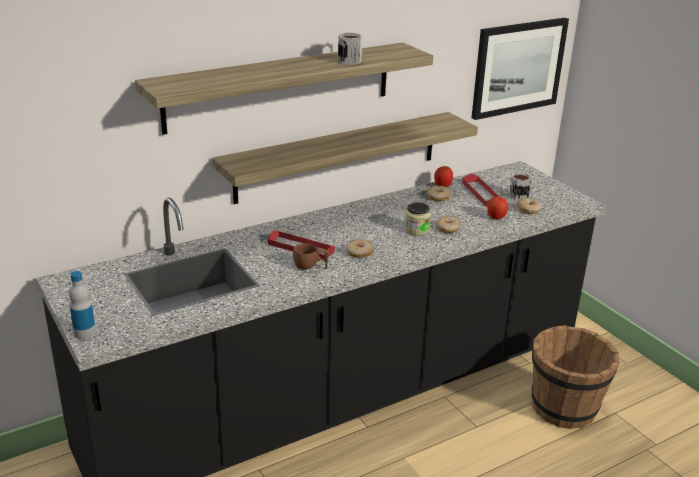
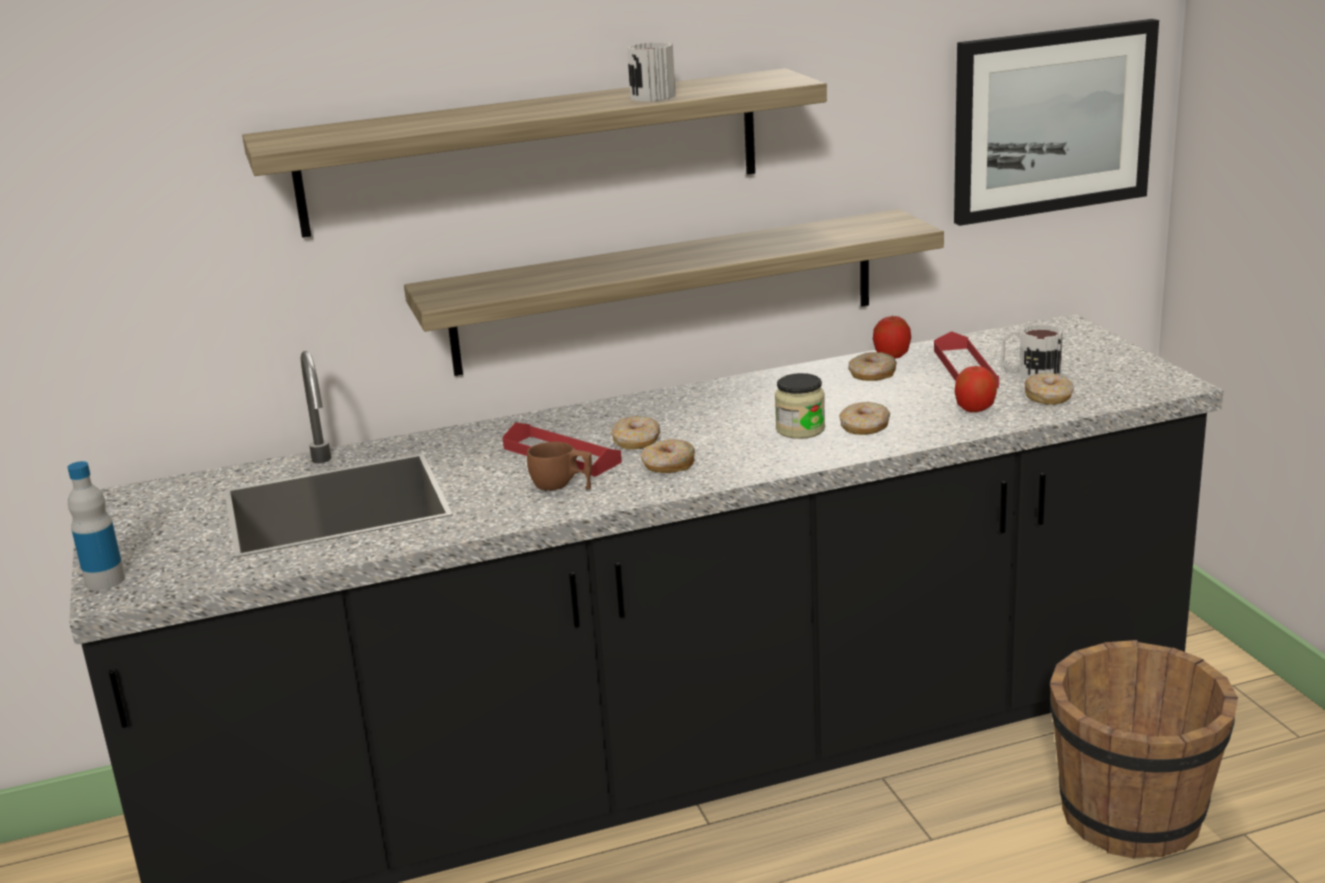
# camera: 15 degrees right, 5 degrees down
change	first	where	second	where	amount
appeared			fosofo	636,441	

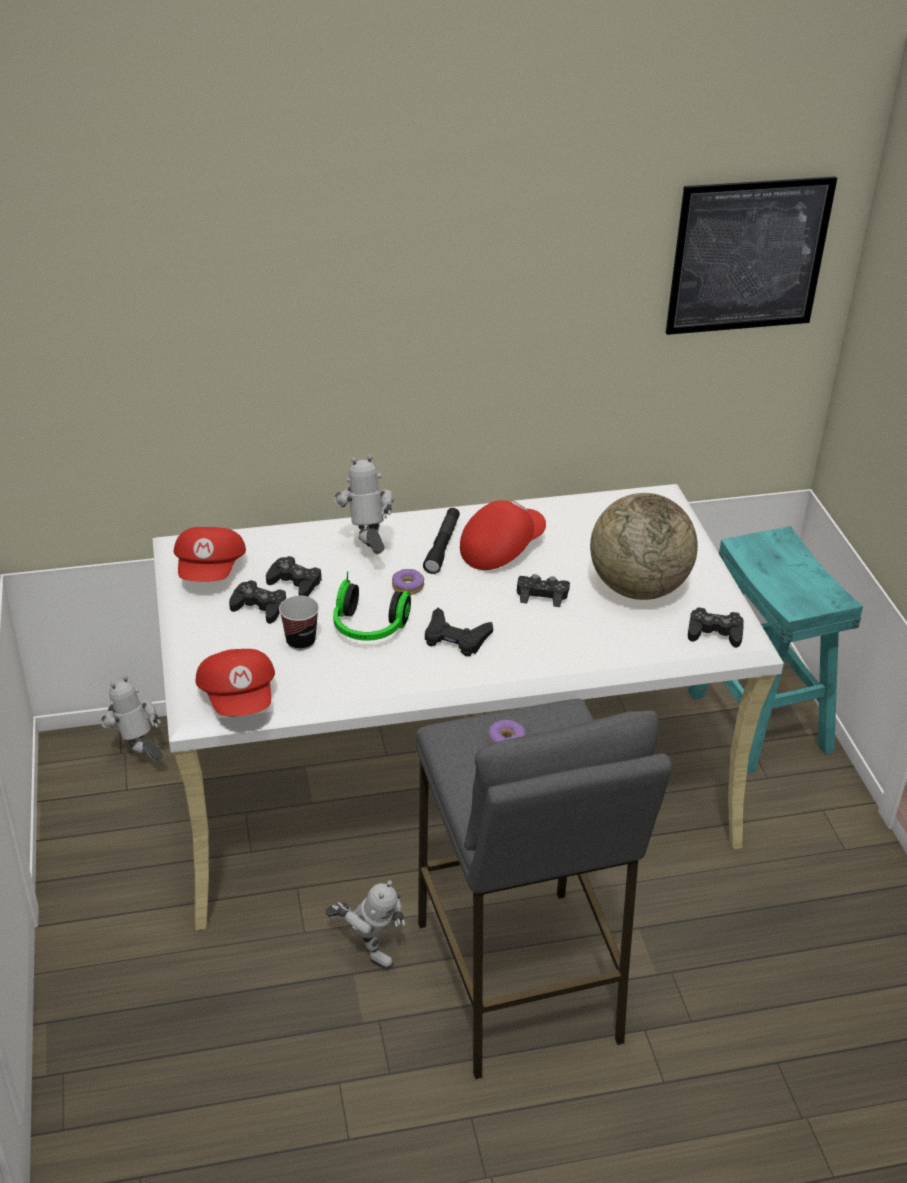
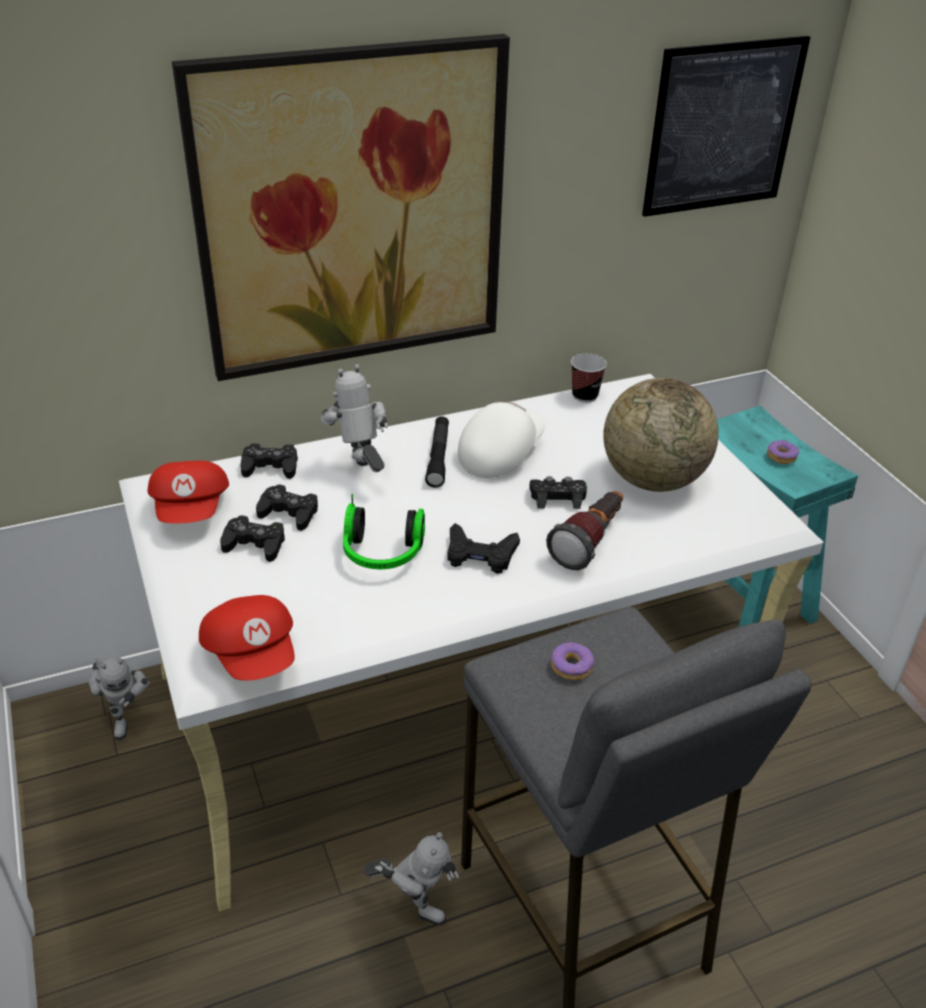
# camera: 10 degrees left, 0 degrees up
change	first	where	second	where	amount
spun	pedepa	139,757		126,717	150 degrees counterclockwise
appeared			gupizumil	352,211	
relocated	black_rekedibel	714,633		270,467	
colour	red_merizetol	501,549	white_merizetol	500,454	
appeared			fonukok	590,542	
relocated	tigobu	300,641		585,396	
relocated	fosofo	408,586		781,456	

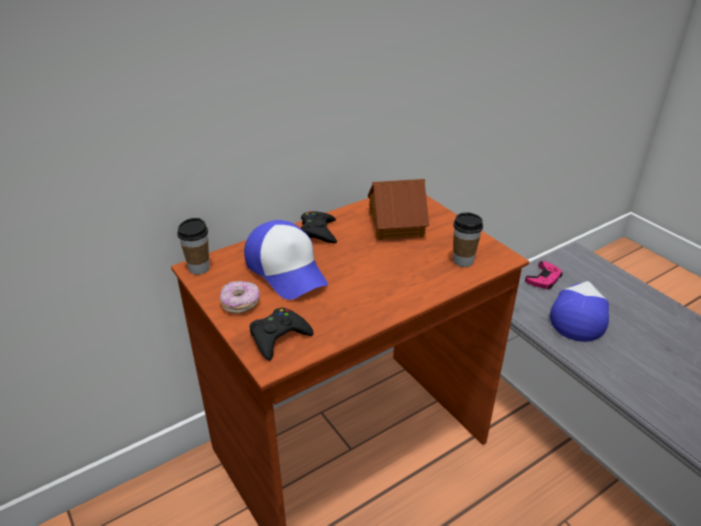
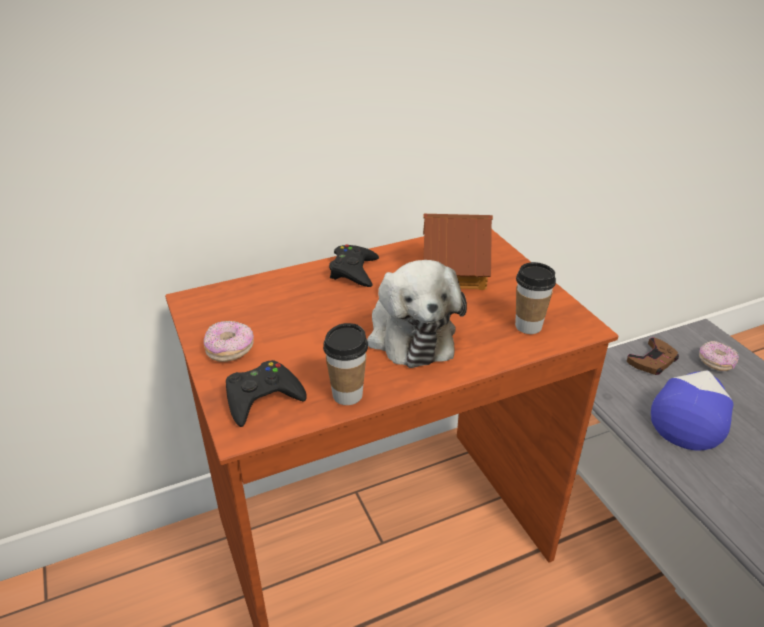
# camera: 10 degrees right, 0 degrees up
change	first	where	second	where	amount
relocated	tigobu	199,268		347,395	
appeared			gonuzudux	409,333	
colour	pink_rekedibel	544,278	brown_rekedibel	652,360	
appeared			fosofo	715,362	
missing	merizetol	287,270			

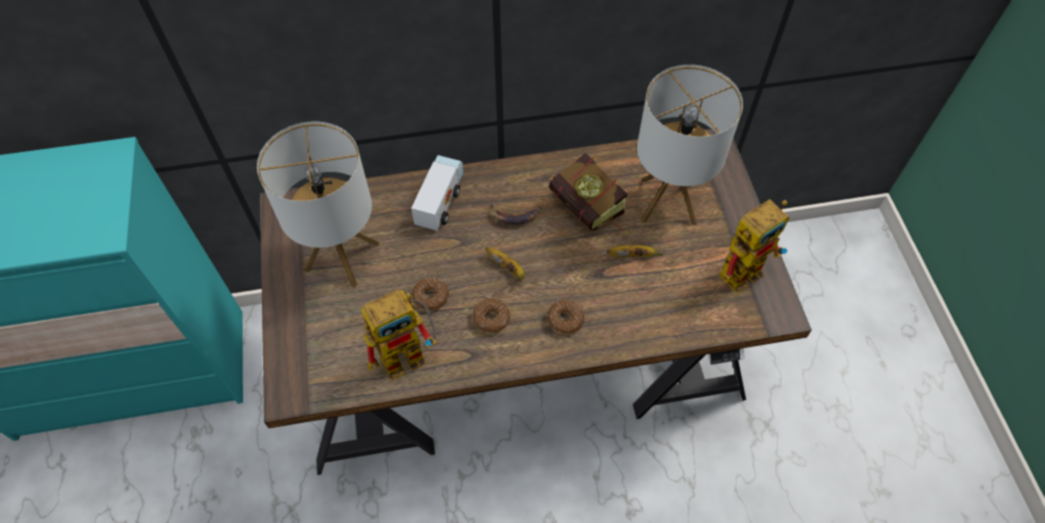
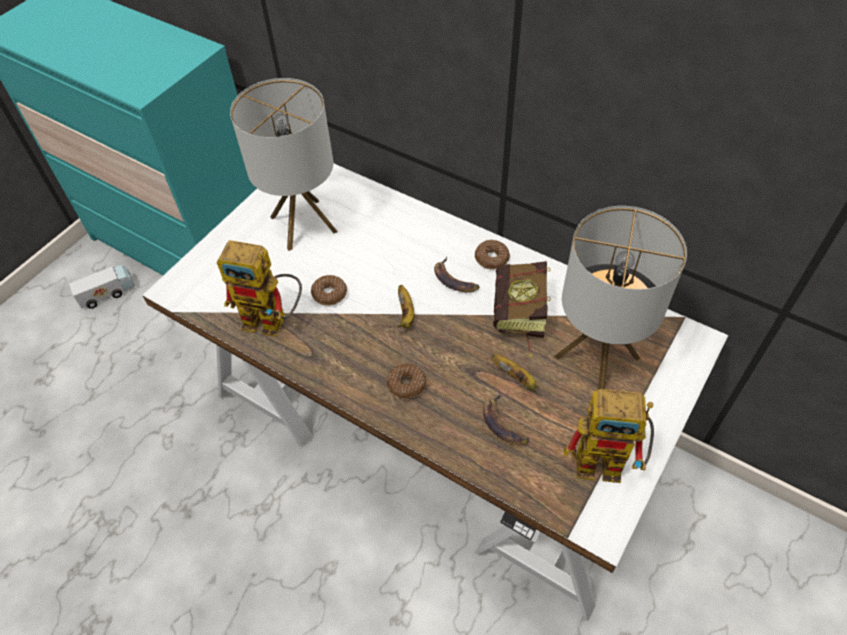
# camera: 45 degrees right, 5 degrees down
change	first	where	second	where	amount
relocated	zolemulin	440,200		107,293	
colour	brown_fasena	522,358	white_fasena	431,431	
relocated	fosofo	491,319		491,258	
appeared			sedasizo	504,424	

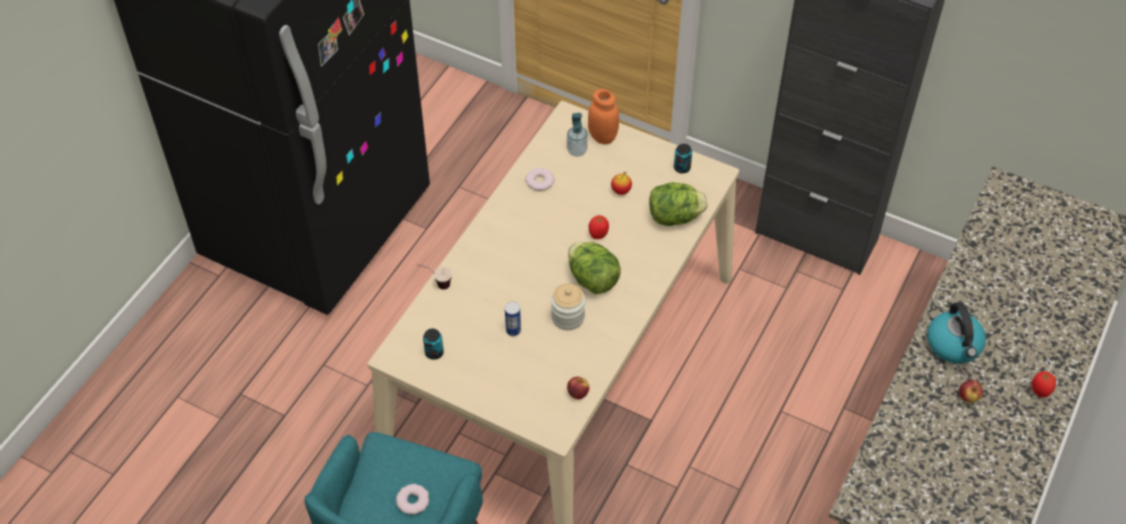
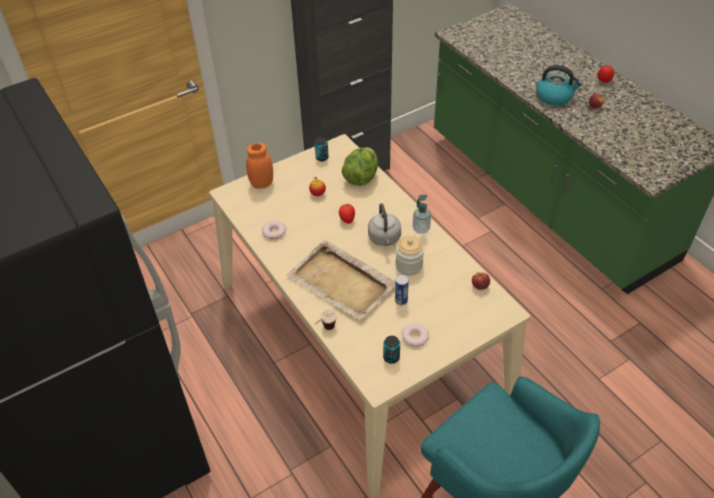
# camera: 60 degrees left, 5 degrees down
change	first	where	second	where	amount
appeared			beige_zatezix	342,282	
exchanged	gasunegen	592,279	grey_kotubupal	384,239	
relocated	fosofo	413,501		414,337	
relocated	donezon	577,151		421,229	

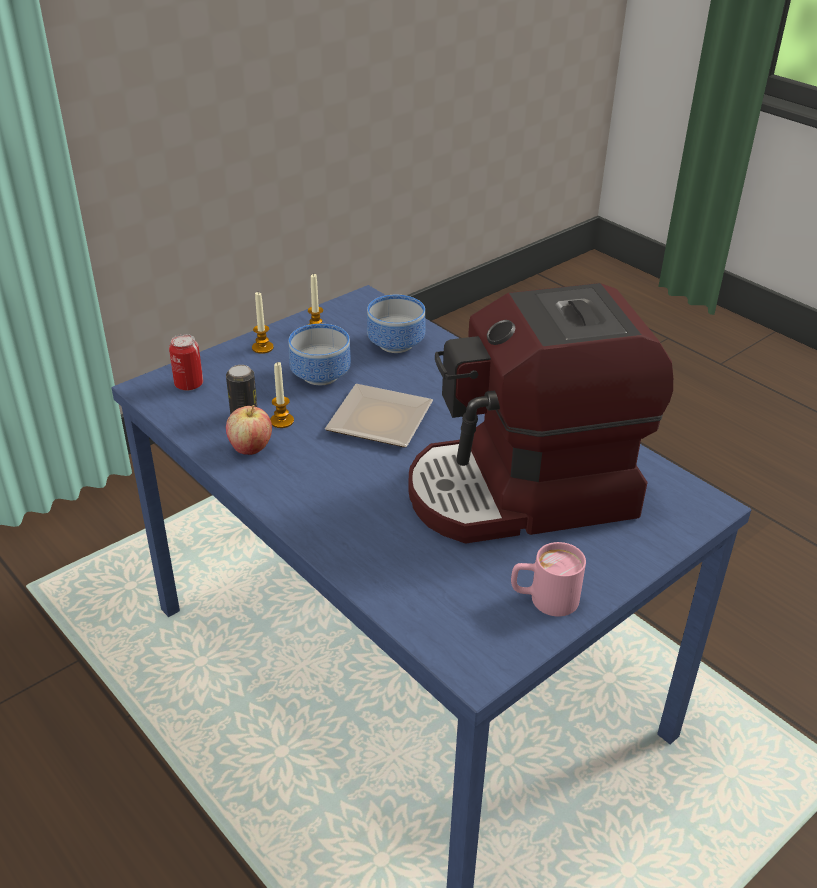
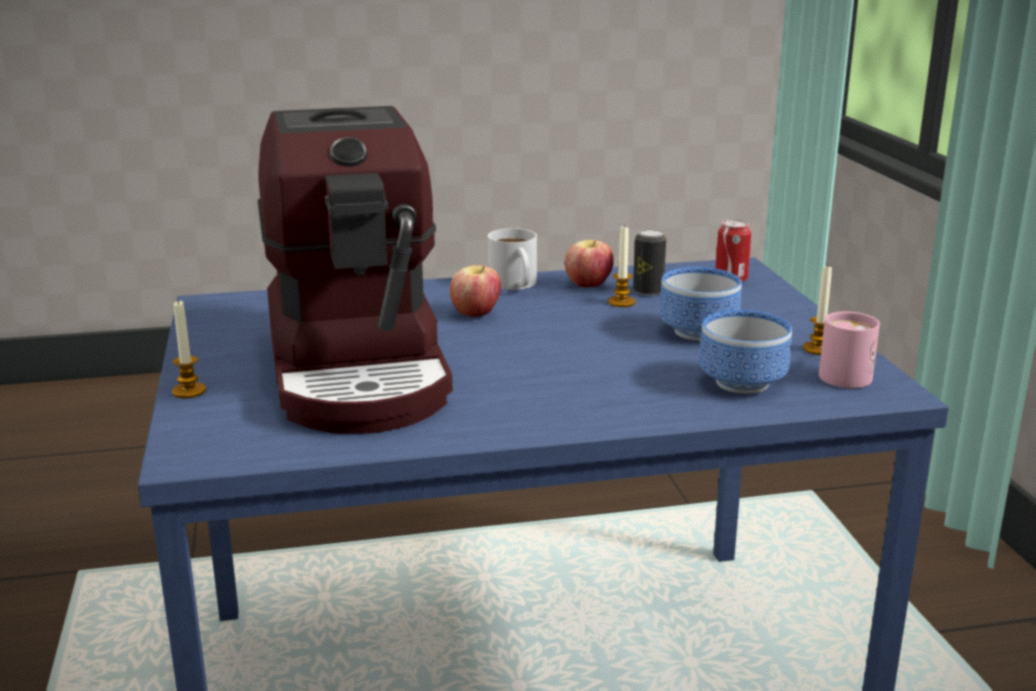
# camera: 120 degrees right, 15 degrees down
change	first	where	second	where	amount
relocated	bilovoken	262,348		189,391	
spun	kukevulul	524,493		360,371	150 degrees clockwise
appeared			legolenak	475,314	
appeared			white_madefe	515,285	
relocated	pink_madefe	543,599		848,373	
missing	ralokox	381,422			

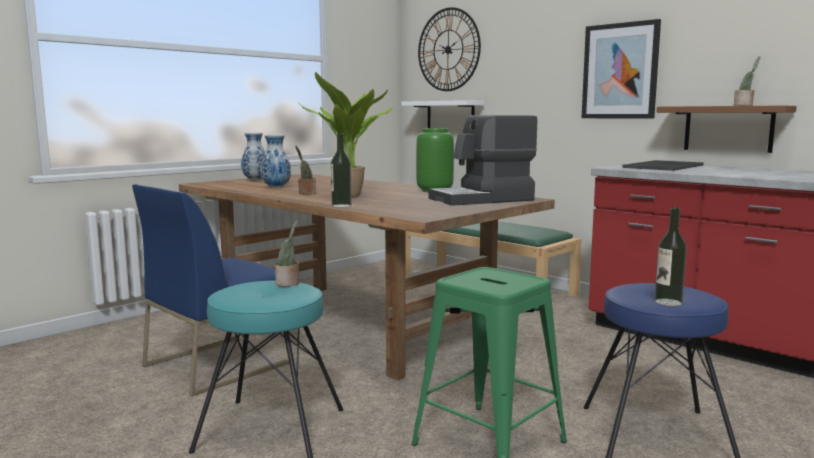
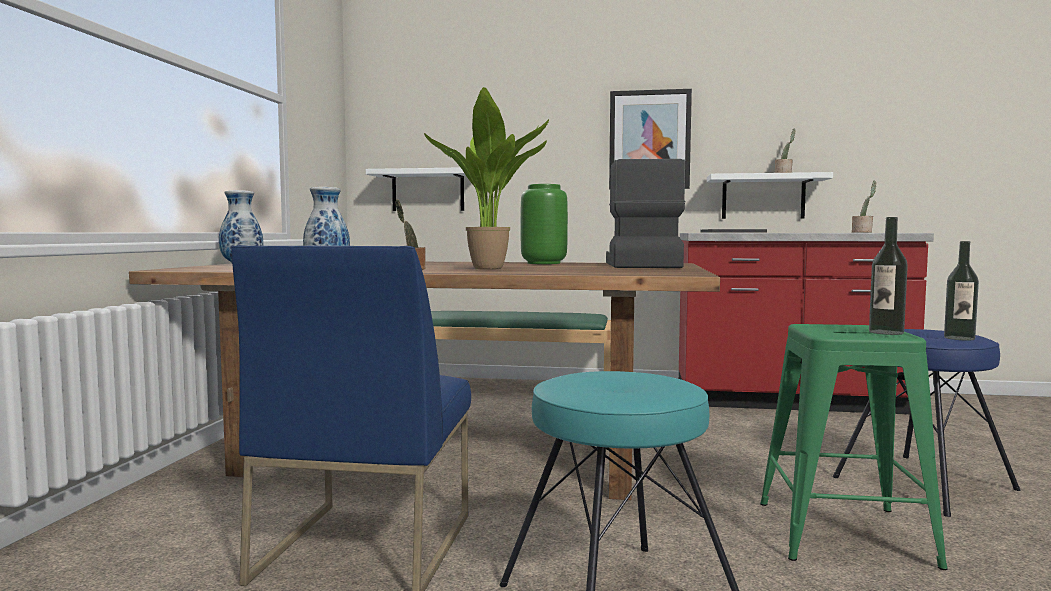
# camera: 35 degrees left, 5 degrees down
change	first	where	second	where	amount
spun	kukevulul	482,199		640,265	150 degrees clockwise
colour	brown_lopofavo	728,128	white_lopofavo	763,197	
relocated	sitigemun	288,283		863,232	
relocated	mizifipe	341,206		886,332	
missing	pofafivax	448,50			

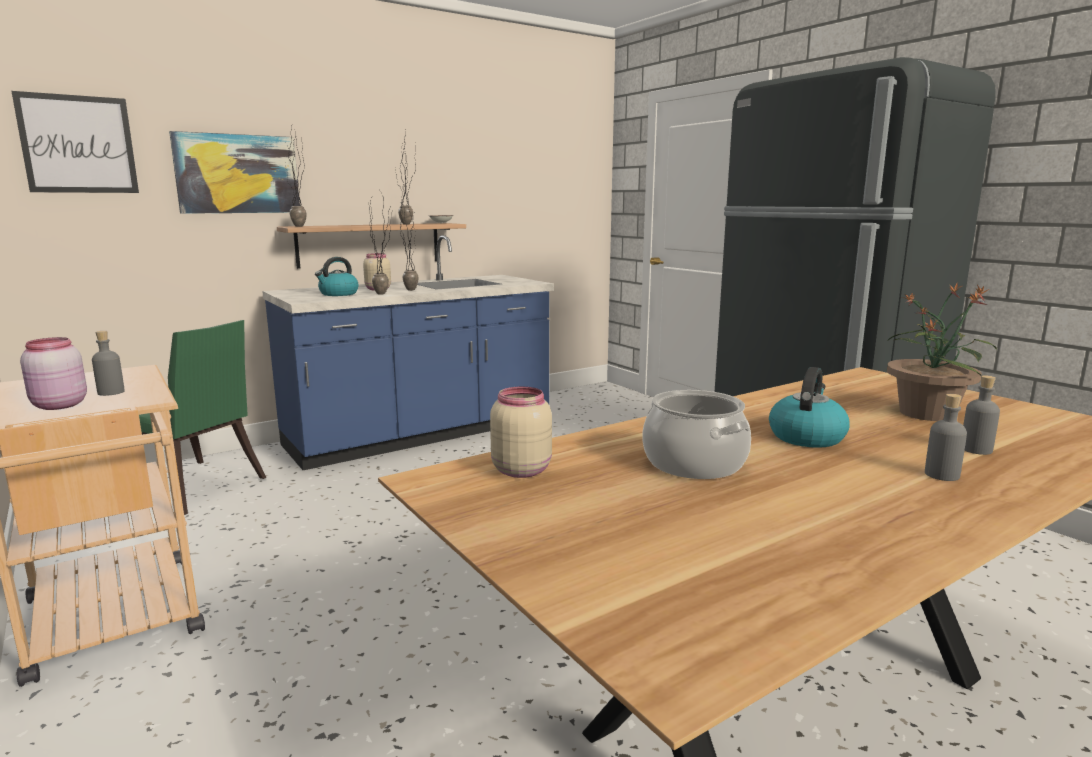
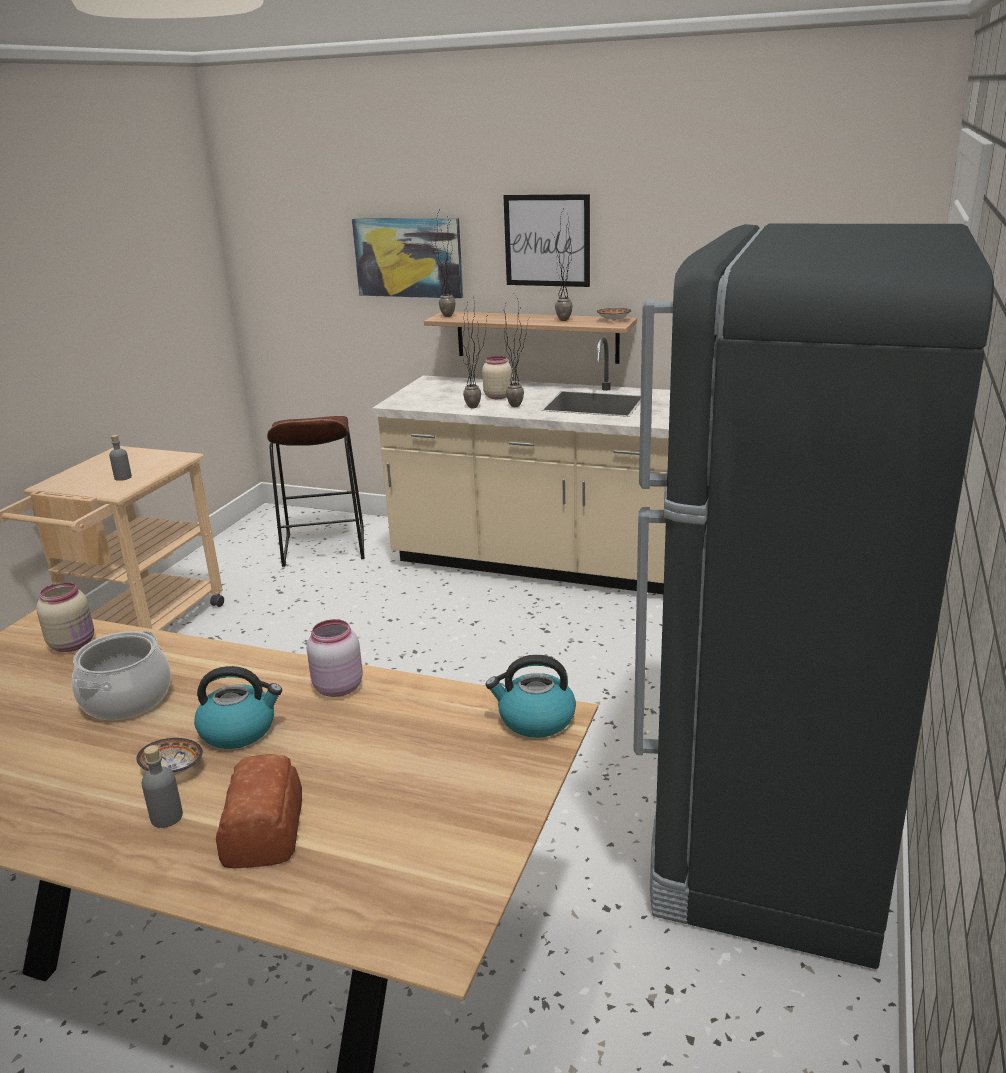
# camera: 55 degrees right, 10 degrees up
change	first	where	second	where	amount
appeared			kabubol	173,771	
exchanged	grey_mizifipe	976,449	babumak	265,828	
exchanged	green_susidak	197,489	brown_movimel	324,546	
relocated	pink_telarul	58,406		336,688	
colour	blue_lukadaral	421,434	beige_lukadaral	543,563	
relocated	kotubupal	338,294		535,720	
relocated	gupizumil	78,144		547,240	
missing	sitigemun	926,413			

